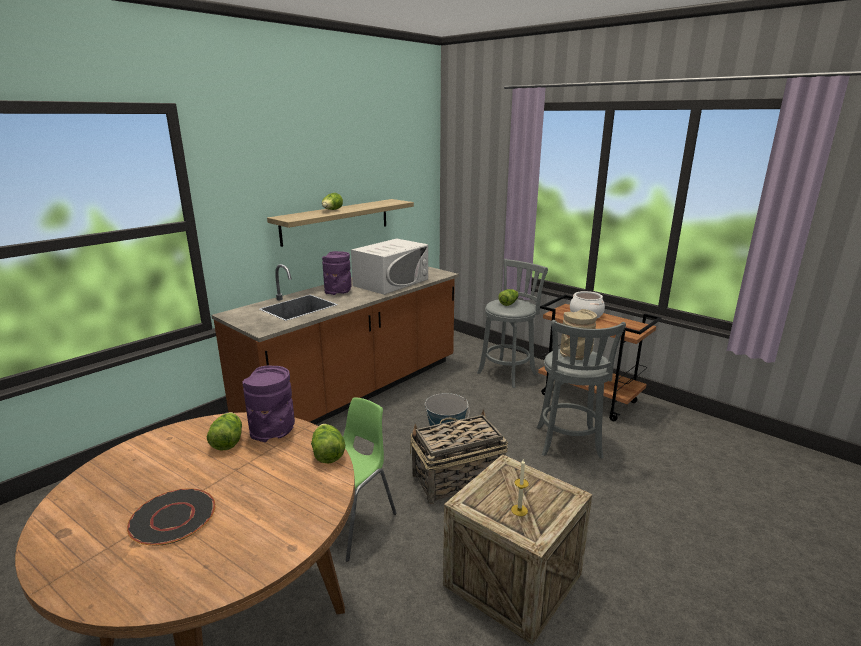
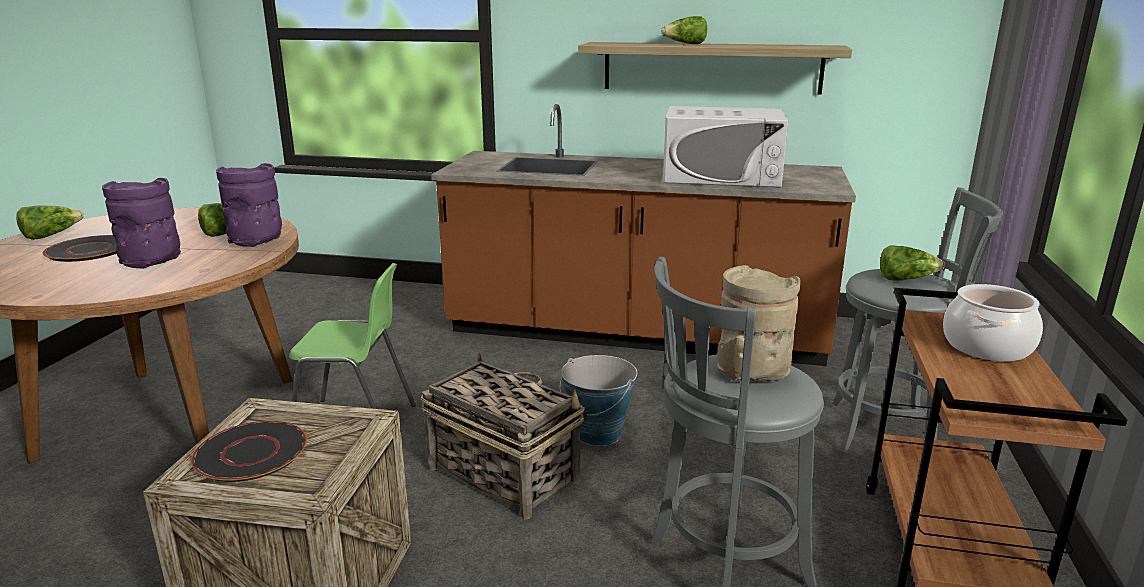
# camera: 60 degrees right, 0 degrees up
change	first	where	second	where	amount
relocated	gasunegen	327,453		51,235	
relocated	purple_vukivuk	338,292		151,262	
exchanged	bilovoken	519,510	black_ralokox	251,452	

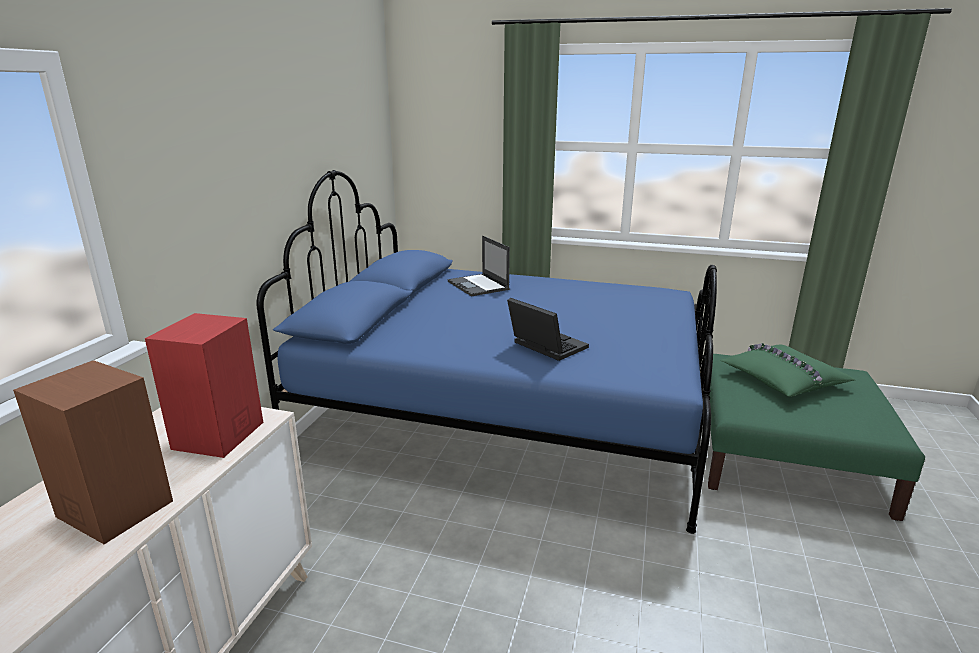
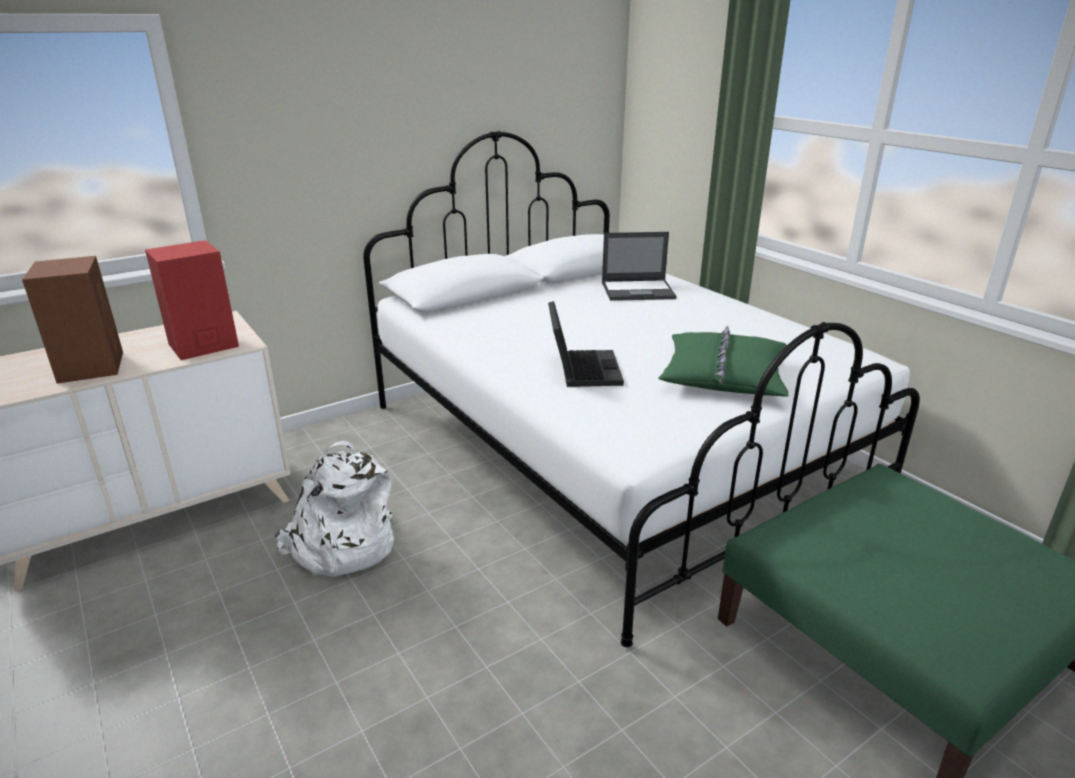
# camera: 40 degrees right, 5 degrees up
change	first	where	second	where	amount
appeared			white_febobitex	341,546	
colour	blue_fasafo	507,414	white_fasafo	610,448	
spun	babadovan	478,285		638,290	105 degrees counterclockwise
relocated	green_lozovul	782,380		723,376	

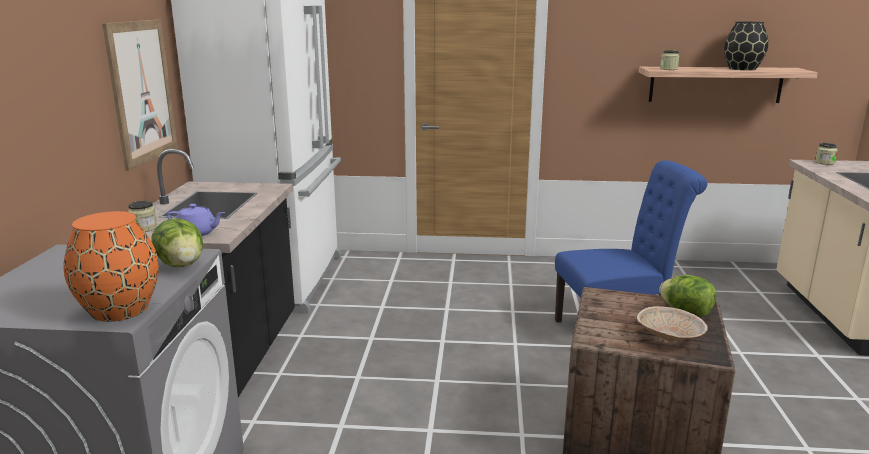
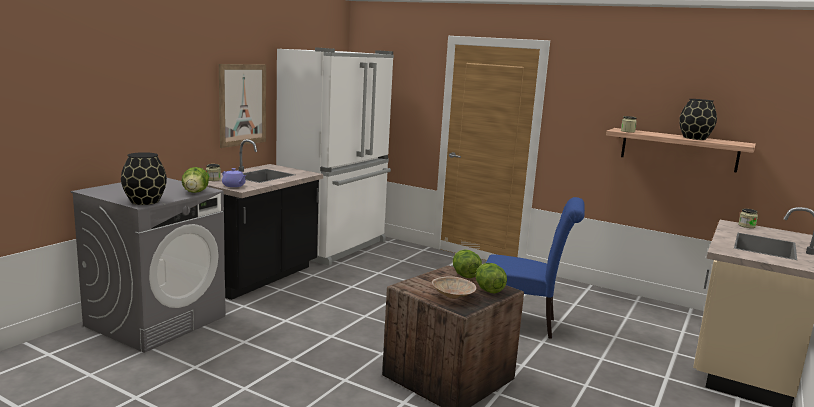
# camera: 25 degrees right, 5 degrees down
change	first	where	second	where	amount
colour	orange_vukivuk	120,310	black_vukivuk	145,201	
appeared			gasunegen	465,275	

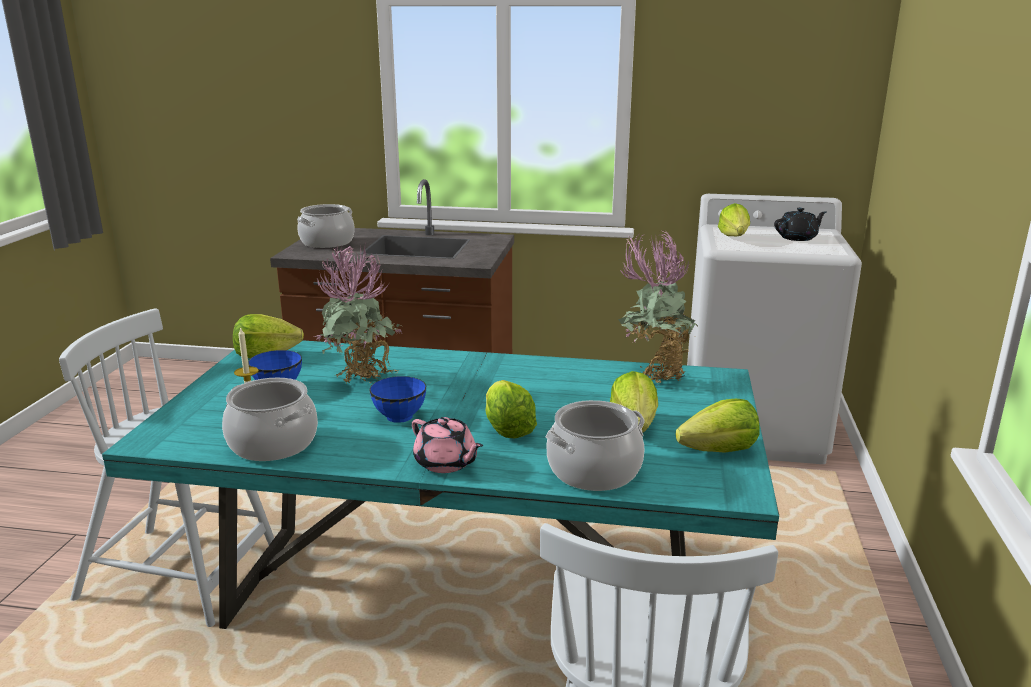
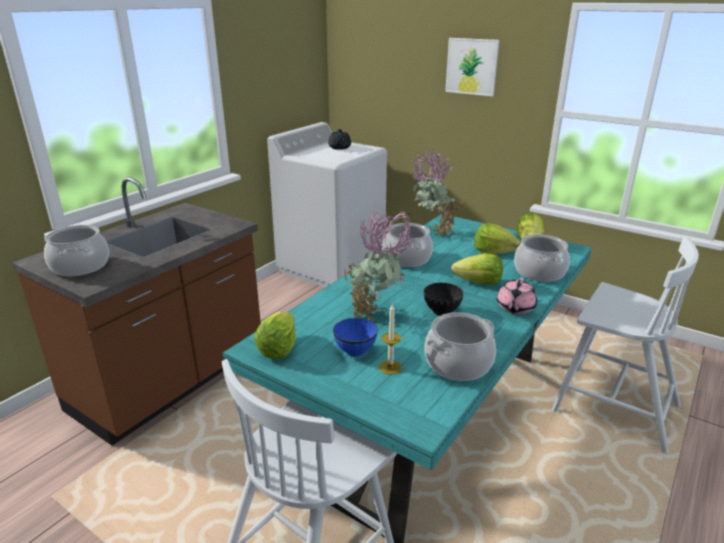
# camera: 65 degrees left, 5 degrees up
change	first	where	second	where	amount
appeared			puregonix	406,258	
colour	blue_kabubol	400,416	black_kabubol	441,311	
appeared			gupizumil	472,66	
spun	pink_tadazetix	446,463		515,308	135 degrees clockwise
missing	gasunegen	734,239			

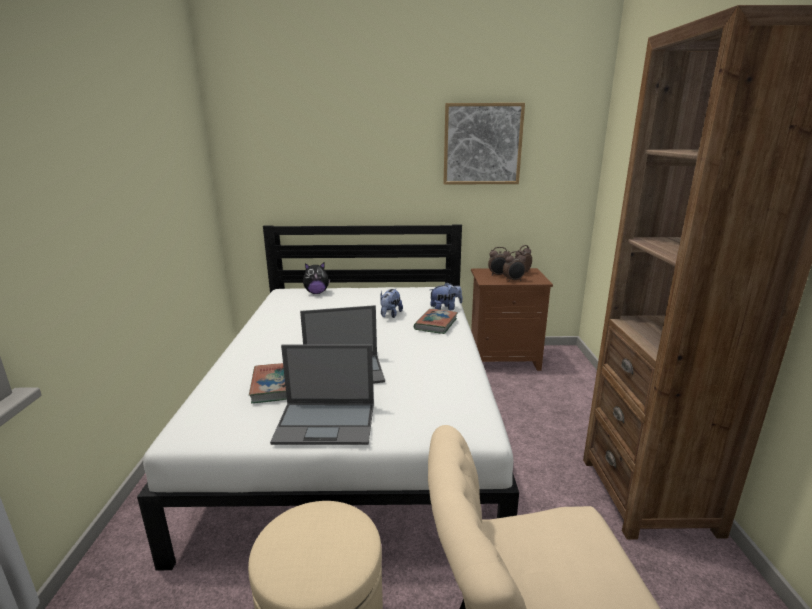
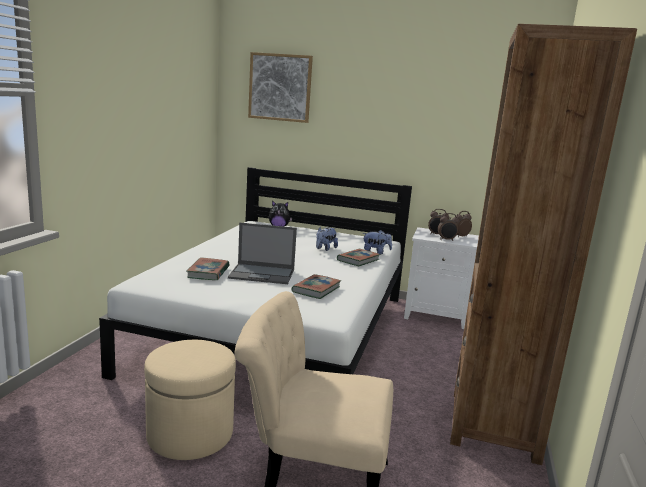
# camera: 15 degrees right, 5 degrees down
change	first	where	second	where	amount
relocated	gupizumil	482,144		280,87	
appeared			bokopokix	316,289	
colour	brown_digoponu	504,358	white_digoponu	437,315	
missing	babadovan	327,423			

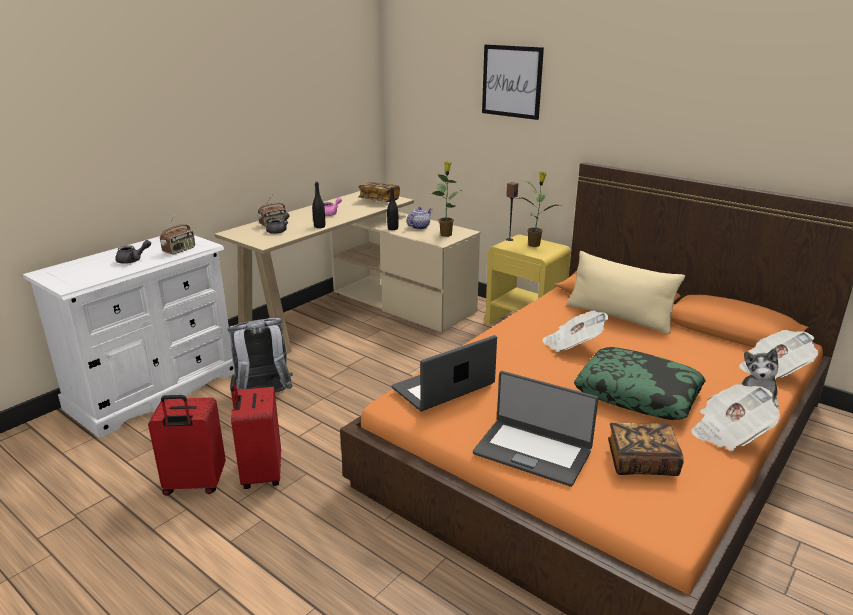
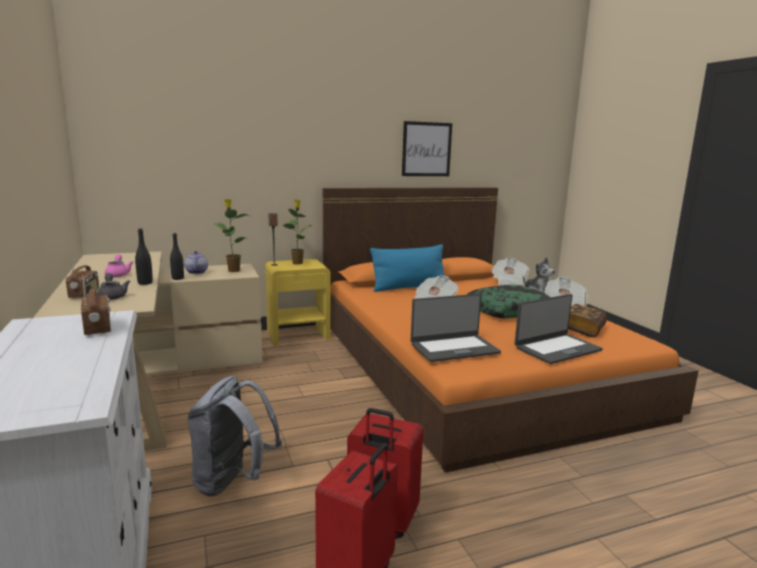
# camera: 60 degrees left, 10 degrees down
change	first	where	second	where	amount
colour	beige_lozovul	618,316	blue_lozovul	409,287	
relocated	gupizumil	511,81		426,149	
spun	babadovan	444,387		454,348	105 degrees counterclockwise
missing	grey_tadazetix	133,260			
missing	bokopokix	379,201			

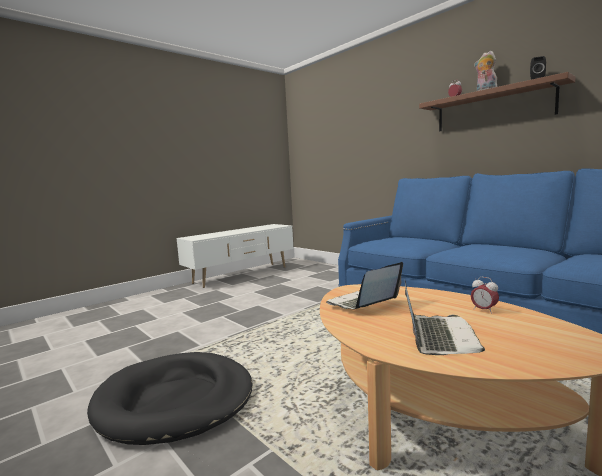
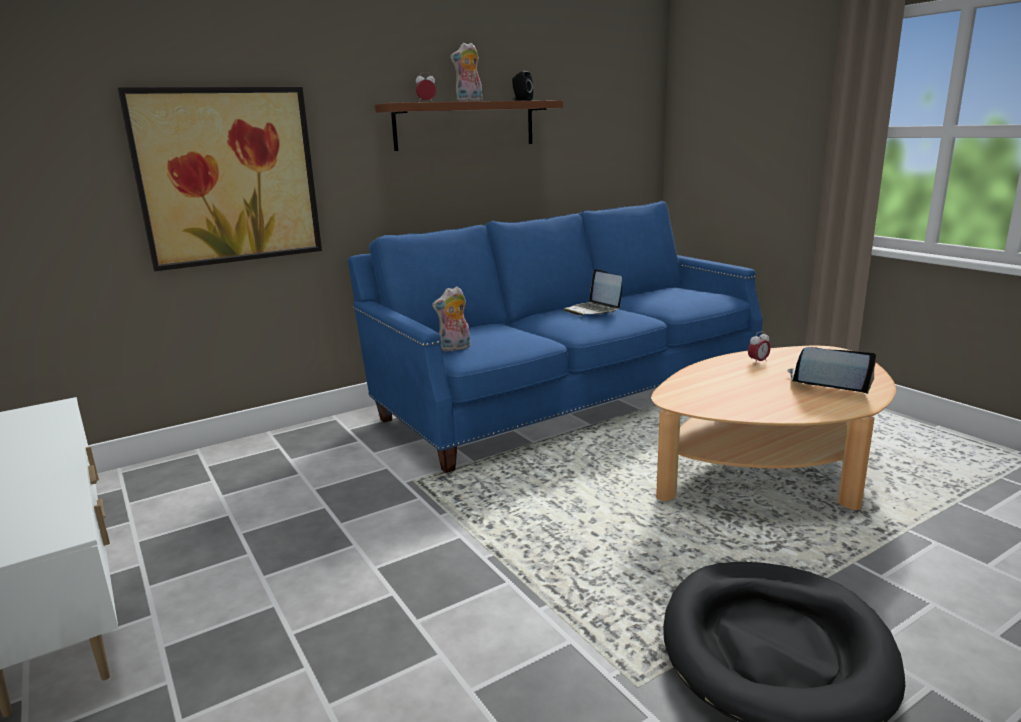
# camera: 80 degrees left, 10 degrees up
change	first	where	second	where	amount
appeared			gupizumil	228,176	
appeared			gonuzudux	455,348	
relocated	babadovan	363,304		593,310	

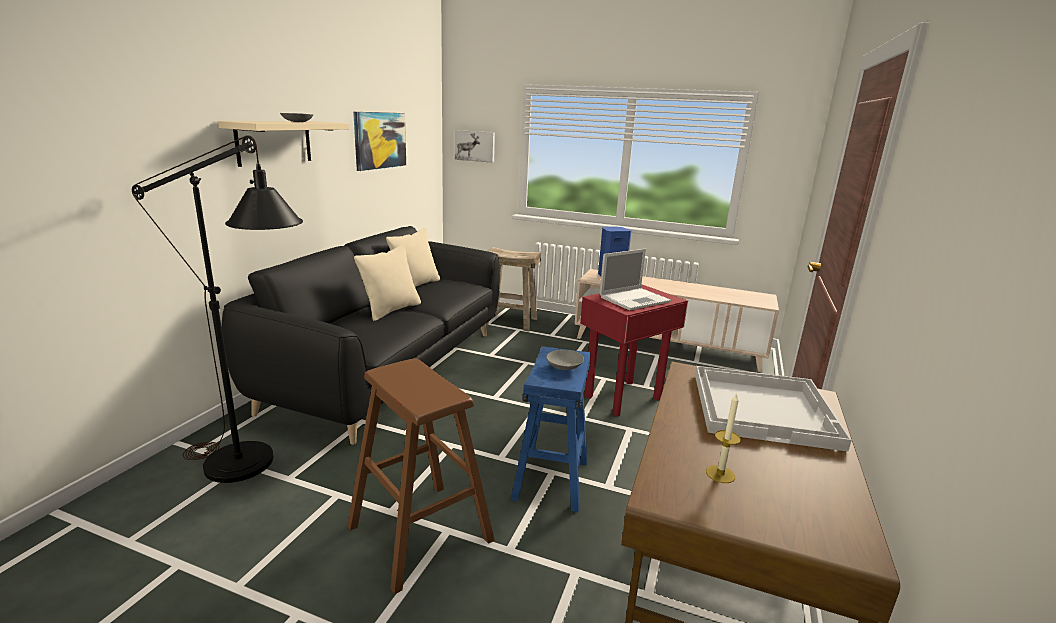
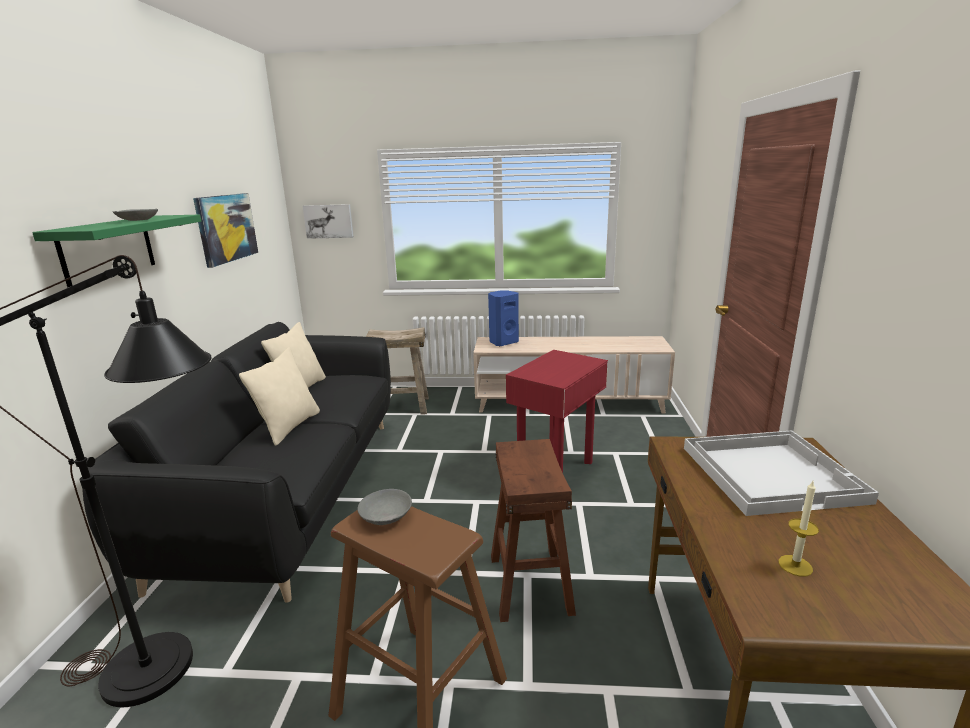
# camera: 15 degrees left, 0 degrees up
change	first	where	second	where	amount
colour	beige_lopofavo	274,142	green_lopofavo	108,249	
relocated	grey_kabubol	564,366		385,516	
colour	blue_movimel	551,479	brown_movimel	531,584	
missing	babadovan	635,299			

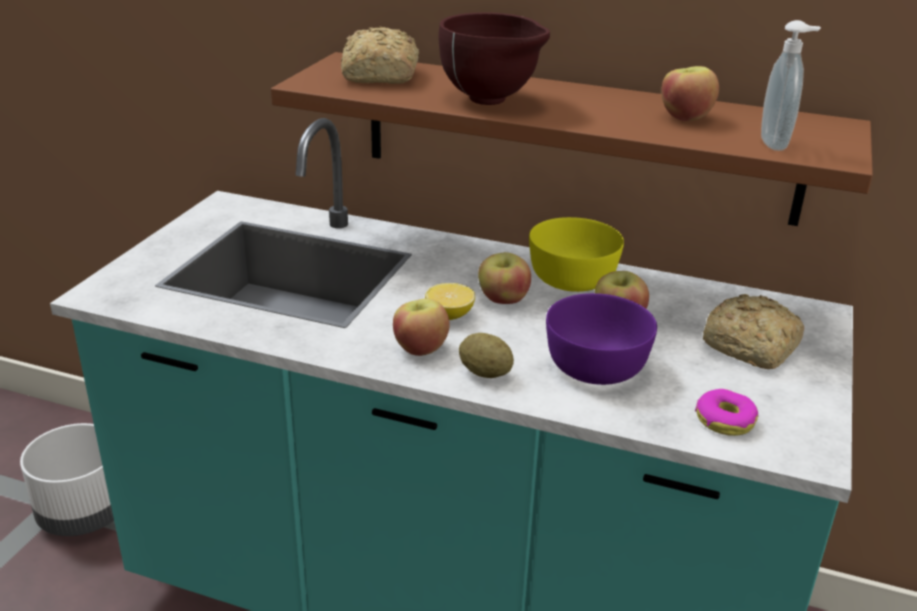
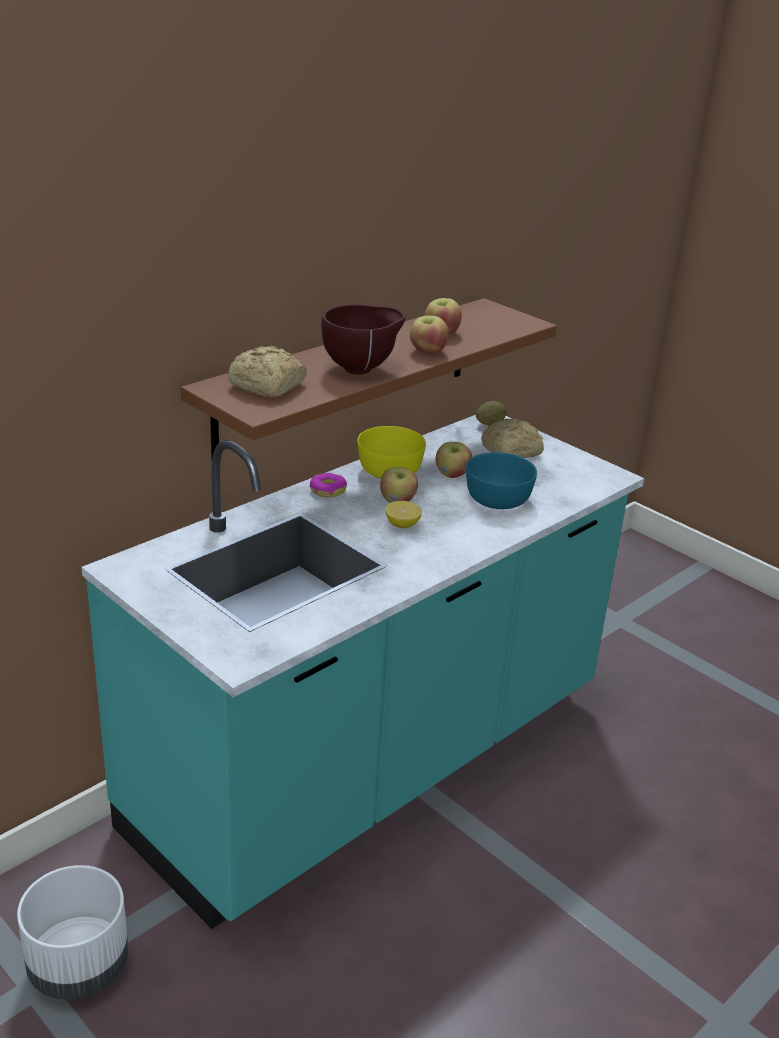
# camera: 65 degrees left, 0 degrees up
change	first	where	second	where	amount
relocated	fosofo	725,420		327,490	
relocated	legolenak	420,348		427,351	
colour	purple_kabubol	594,366	turquoise_kabubol	498,499	
relocated	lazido	485,373		490,424	
missing	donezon	776,144			

